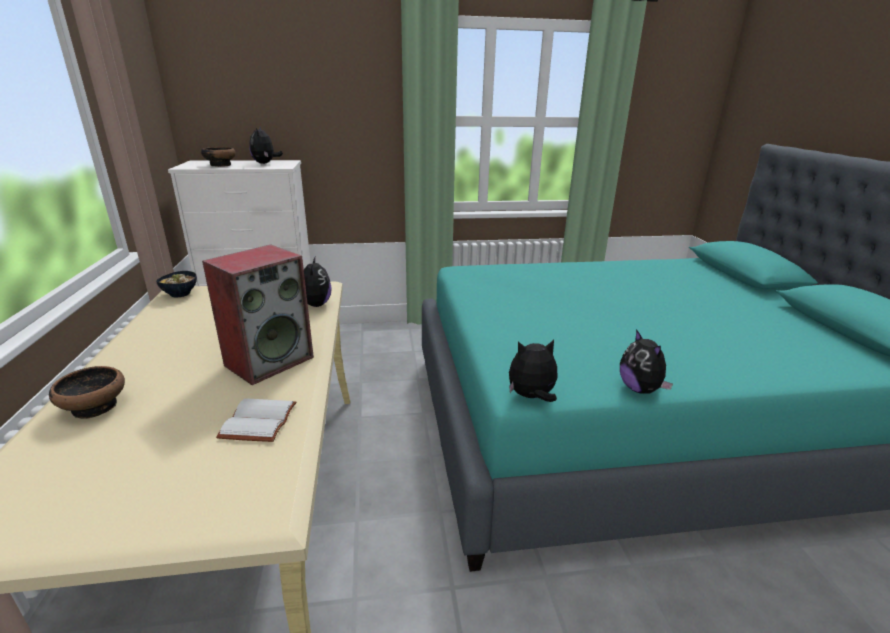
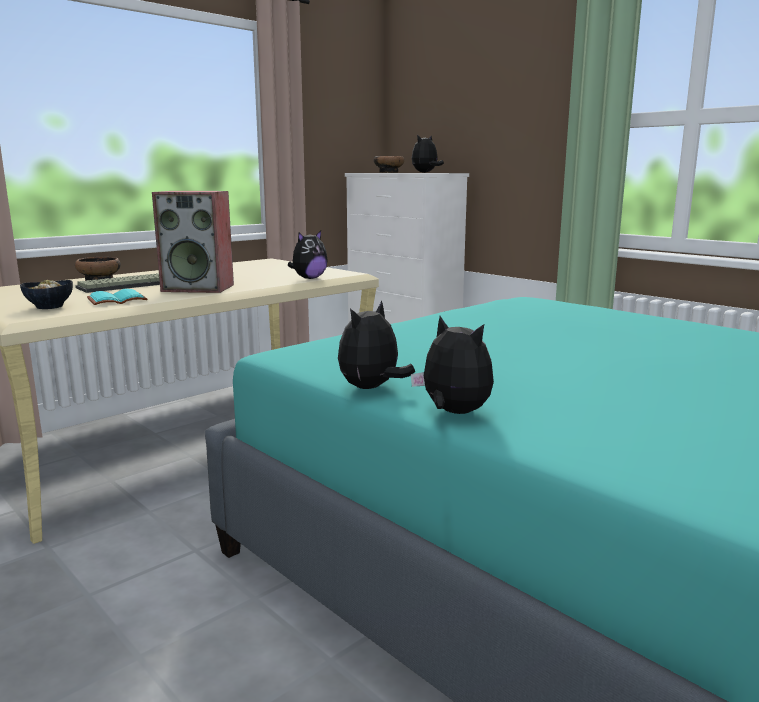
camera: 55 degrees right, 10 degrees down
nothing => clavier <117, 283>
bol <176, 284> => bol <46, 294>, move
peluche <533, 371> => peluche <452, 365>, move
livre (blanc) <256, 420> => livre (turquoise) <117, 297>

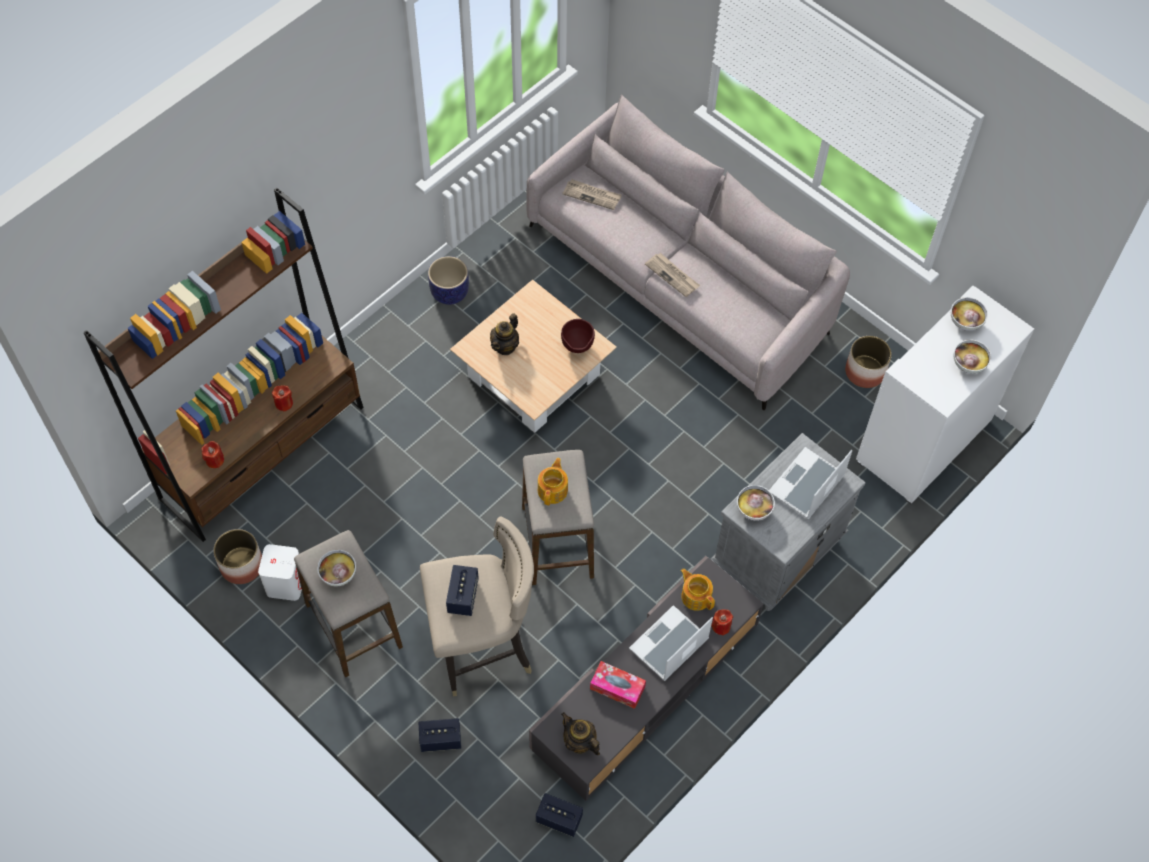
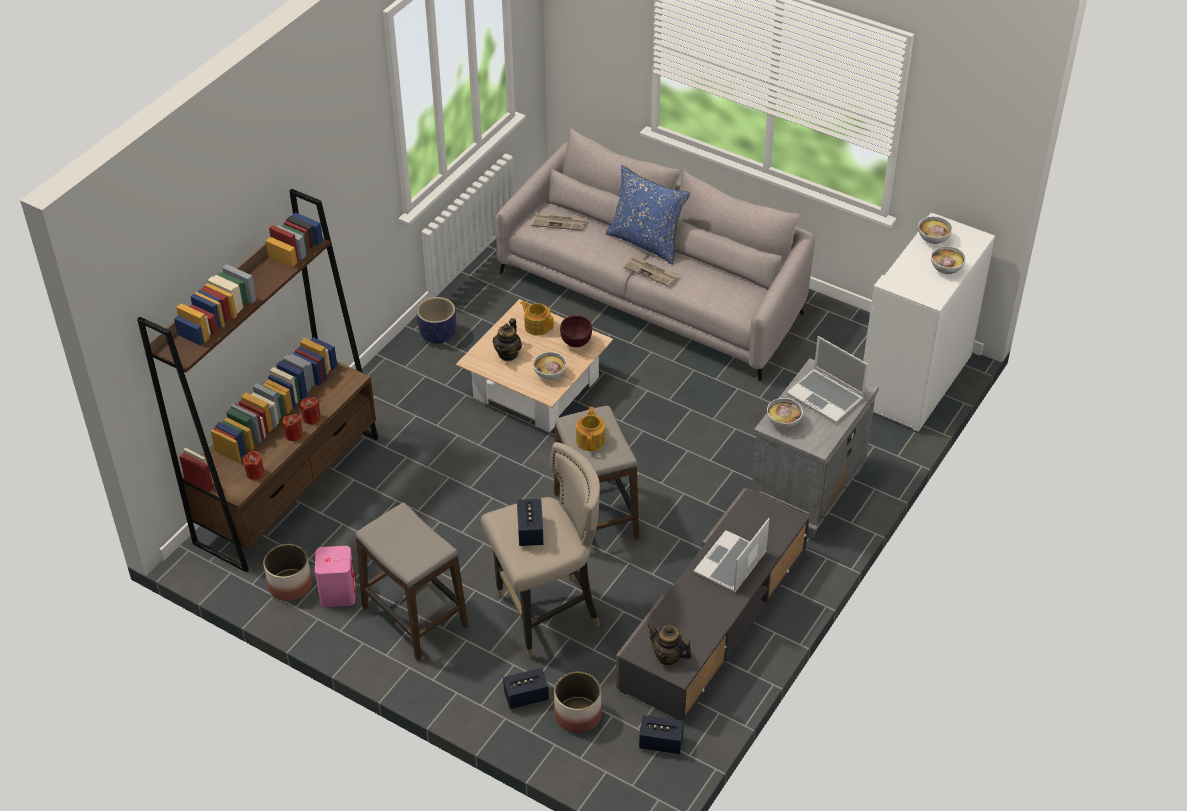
camera: 10 degrees left, 15 degrees down
boîte à mouchoirs <618, 685> => nothing
nothing => coussin (bleu) <648, 215>
bol <336, 568> => bol <549, 366>, move
théière <698, 590> => théière <537, 318>, move
bougie (rouge) <722, 622> => bougie (rouge) <292, 427>, move
cache-pot <868, 362> => cache-pot <578, 702>, move
enceinte (blanc) <280, 572> => enceinte (rose) <335, 576>
ordinateur portable <810, 483> => ordinateur portable <827, 379>, 75 degrees counterclockwise

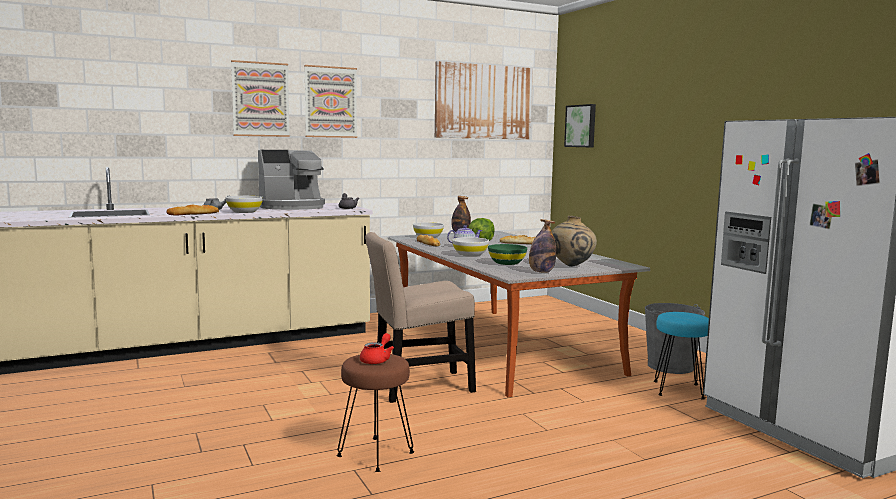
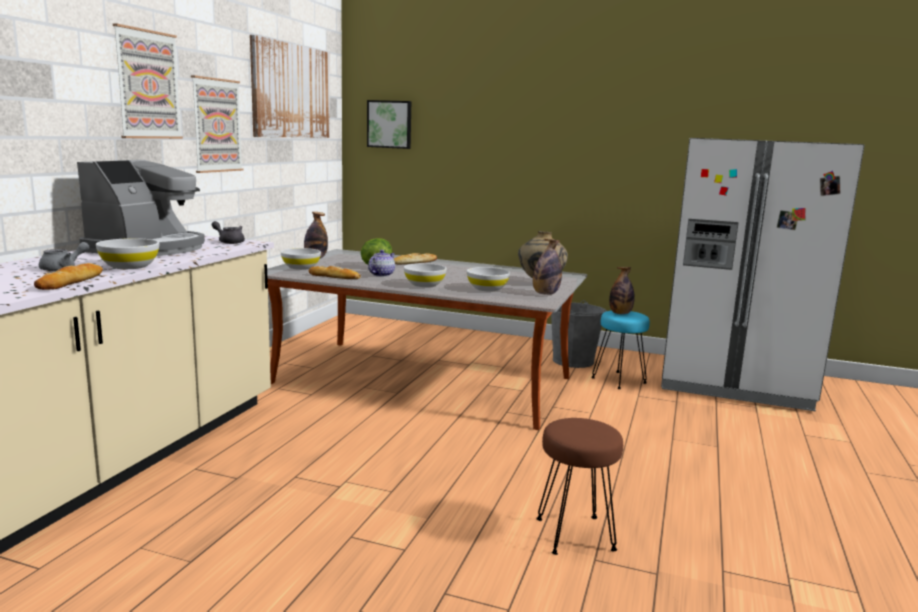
camera: 45 degrees left, 5 degrees up
théière (rouge) <377, 348> => nothing
chaise (beige) <420, 317> => nothing
nothing => bouteille <622, 290>
tableau <260, 98> => tableau <217, 124>, move
bol (vert) <507, 254> => bol (blanc) <488, 279>

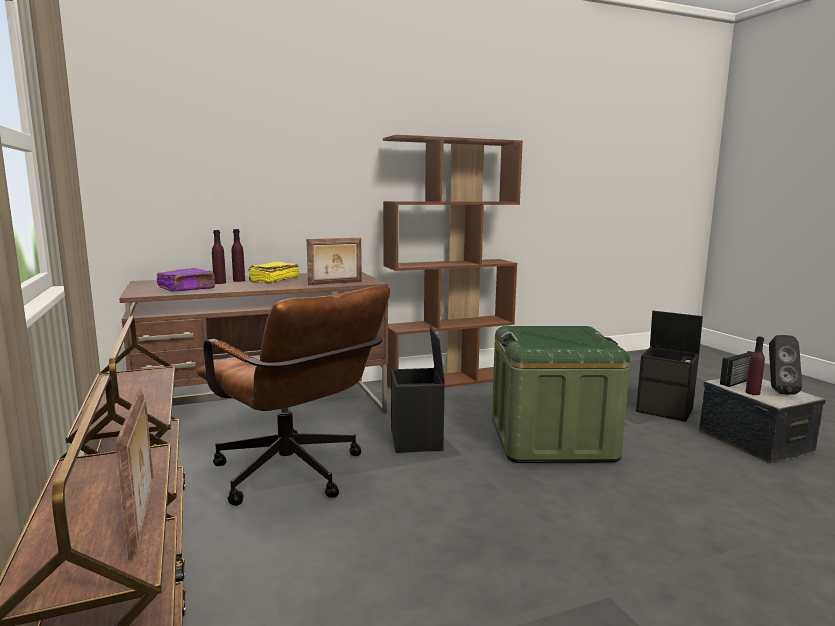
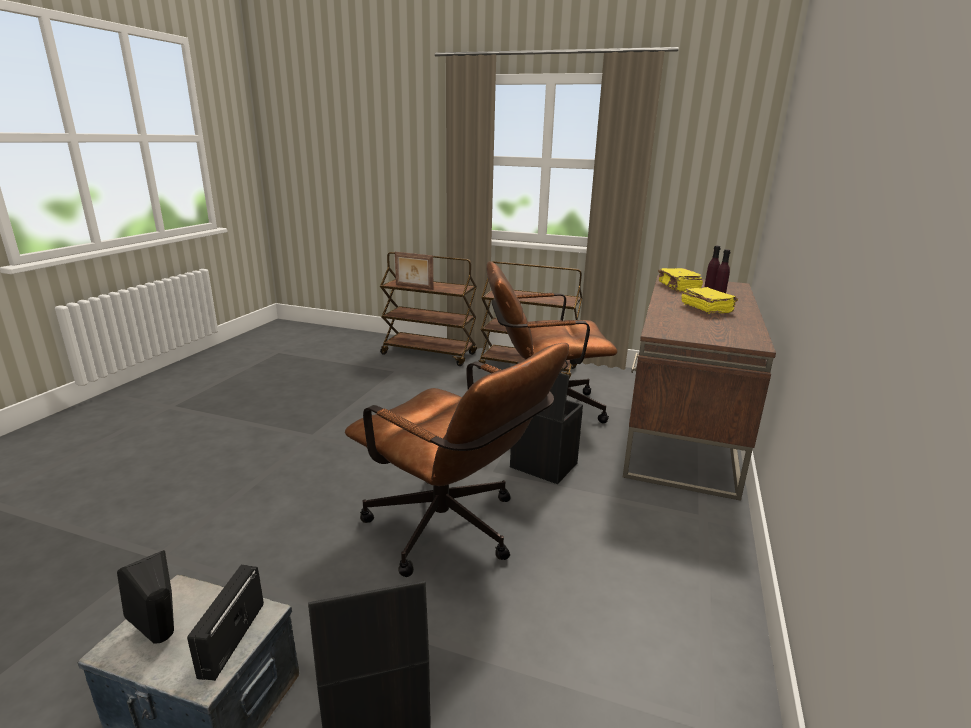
camera: 130 degrees right, 10 degrees up
cadre photo <334, 261> => nothing
bibliothèque (marron) <453, 262> => nothing
bouteille (violet) <755, 365> => nothing
boîte de rangement (vert) <561, 394> => chaise de bureau (marron) <457, 460>
livre (violet) <186, 280> => livre (jaune) <680, 280>

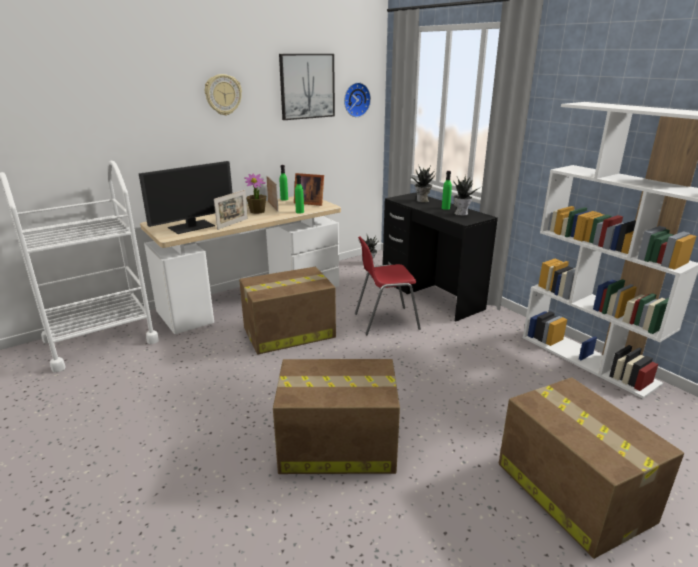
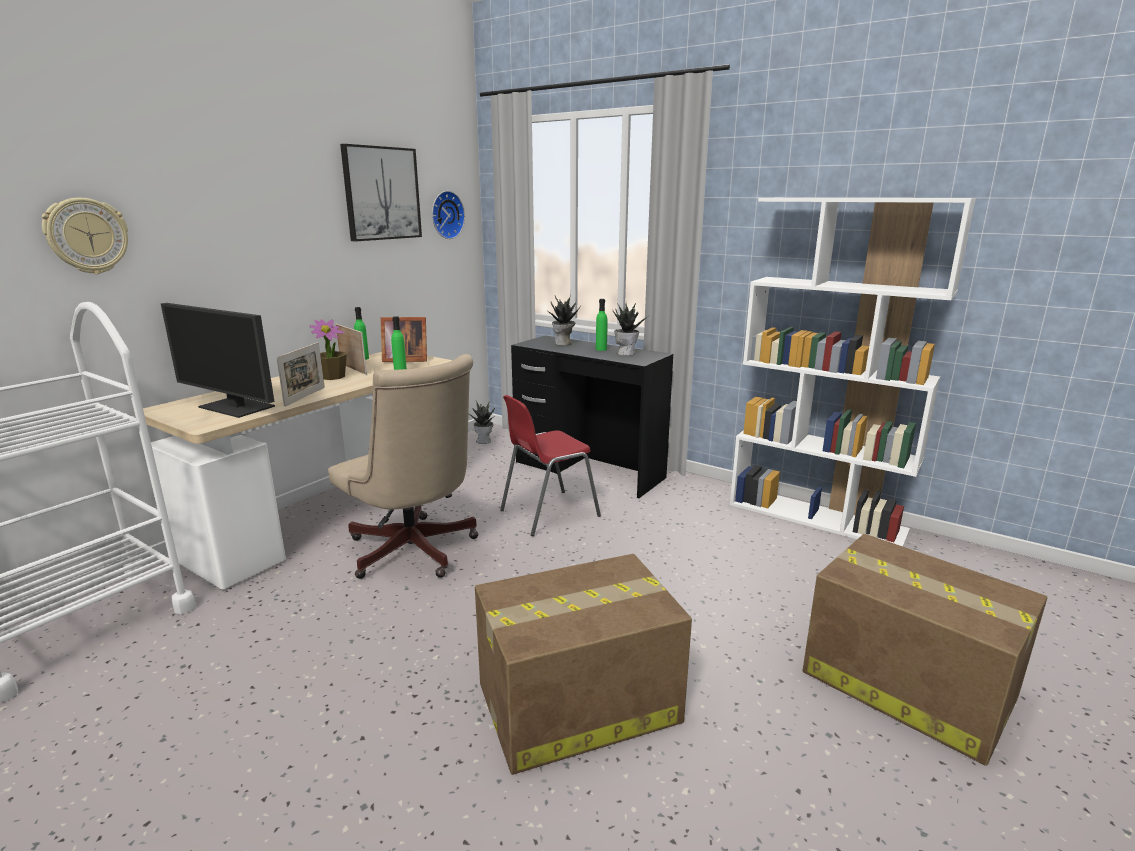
camera: 20 degrees left, 5 degrees down
horloge murale <223, 95> => horloge murale <85, 236>, move
carton <287, 311> => chaise de bureau (beige) <403, 466>
écran d'ordinateur <185, 197> => écran d'ordinateur <218, 360>, 90 degrees clockwise

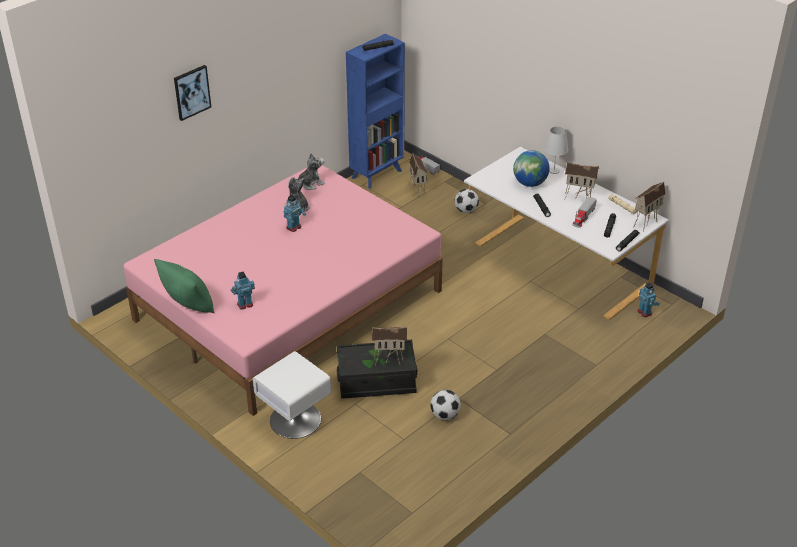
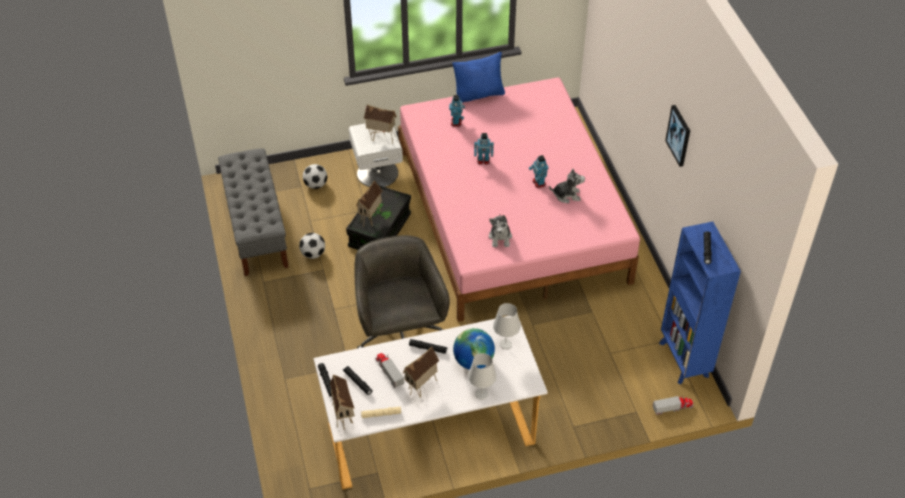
camera: 120 degrees right, 10 degrees up
nothing => banc (gris) <253, 212>
nothing => chaise de bureau (gris) <402, 291>
nothing => lampe de table (blanc) <507, 326>
tableau <192, 93> => tableau <677, 136>, move
peluche <309, 171> => peluche <500, 231>, move
maison miniature <418, 175> => maison miniature <380, 124>, move
ballon de foot <467, 201> => ballon de foot <315, 176>, move
robot jouet <648, 300> => robot jouet <484, 149>, move
coussin (vert) <184, 286> => coussin (bleu) <478, 77>

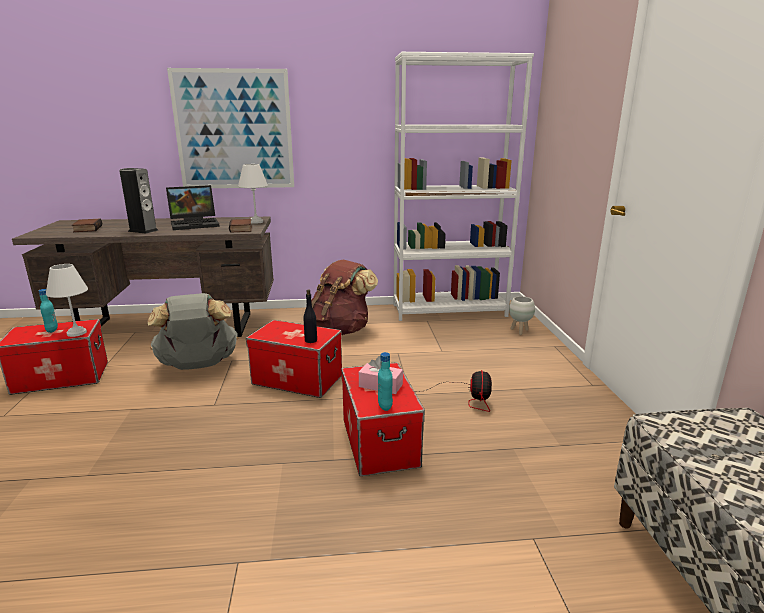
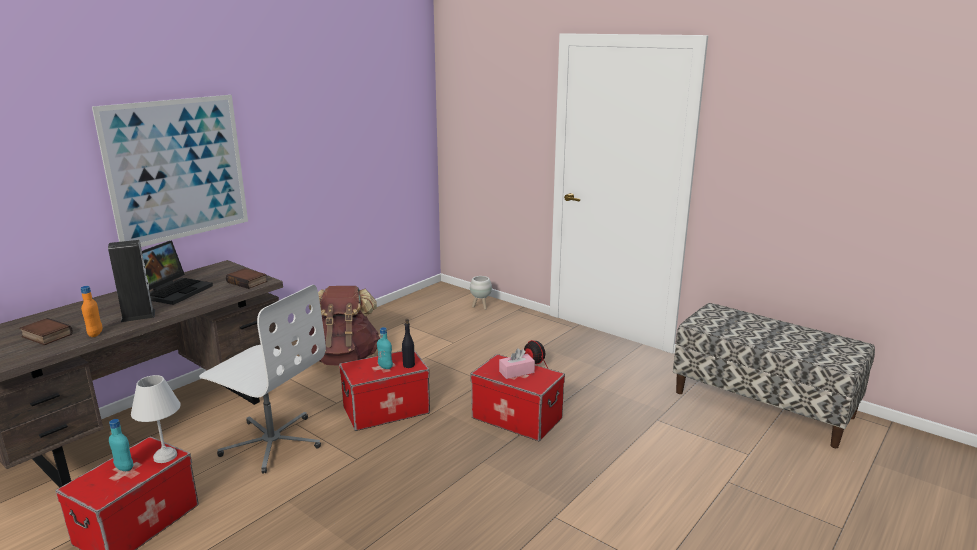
camera: 45 degrees left, 0 degrees up
lampe de table (blanc) <253, 194> => nothing
bibliothèque (blanc) <464, 186> => nothing
nothing => bouteille (orange) <91, 311>
bouteille (turquoise) <385, 381> => bouteille (turquoise) <385, 348>, move
sac à dos (gris) <192, 331> => chaise de bureau (blanc) <262, 379>

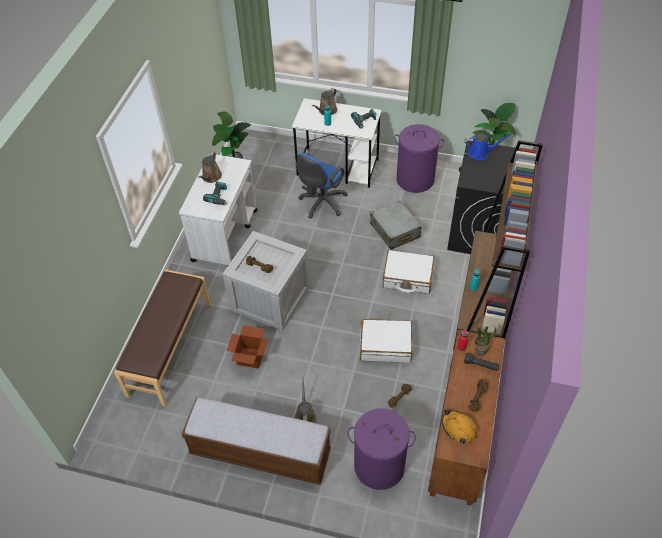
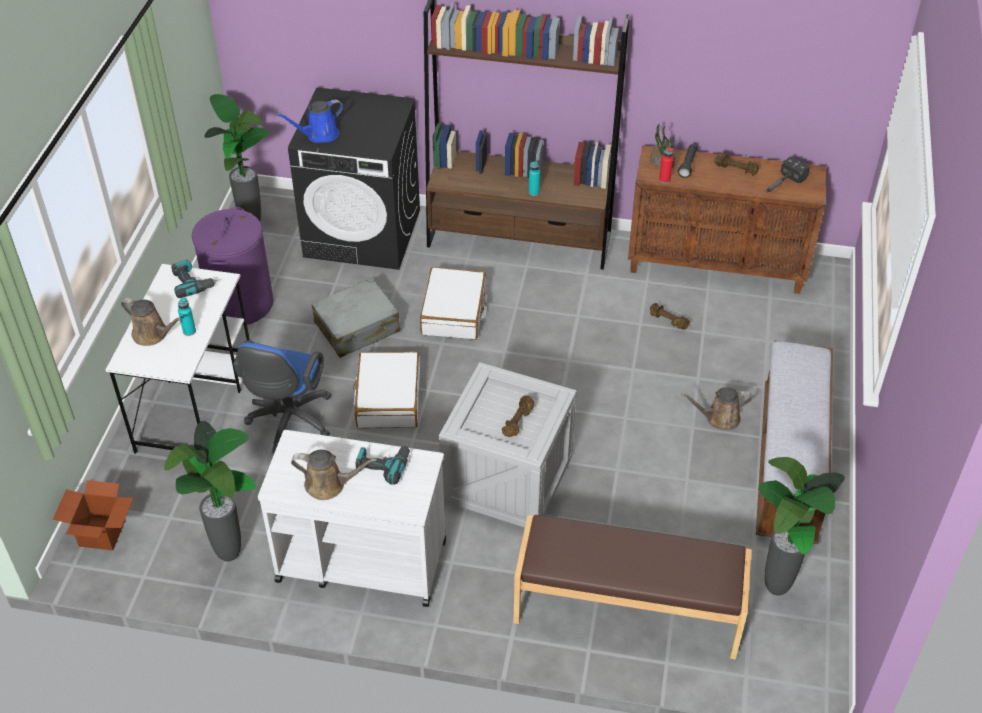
camera: 95 degrees left, 5 degrees down
panier à linge (violet) <381, 449> => nothing
nothing => plante en pot <801, 526>
carton <247, 347> => carton <93, 515>, move
valise (blanc) <386, 340> => valise (blanc) <386, 390>, move
casque de chantier (orange) <460, 426> => marteau <787, 174>
chaise de bureau (bleu) <322, 185> => chaise de bureau (bleu) <282, 396>, 75 degrees clockwise
arrosoir (bleu) <488, 146> => arrosoir (bleu) <310, 121>, 120 degrees counterclockwise

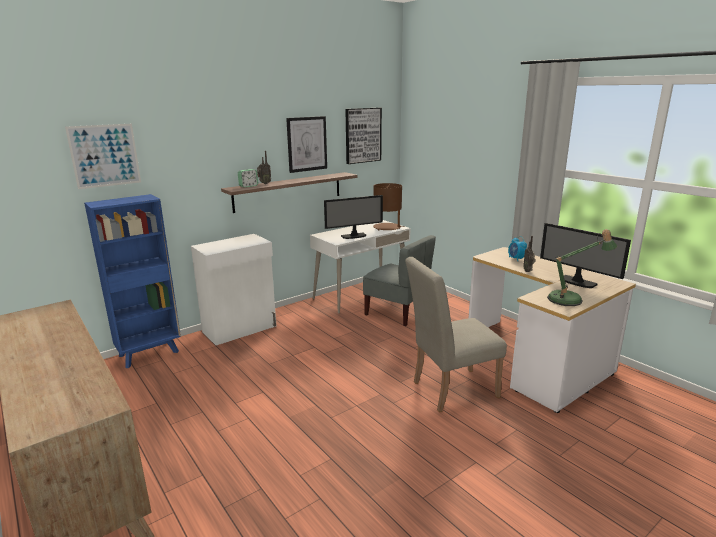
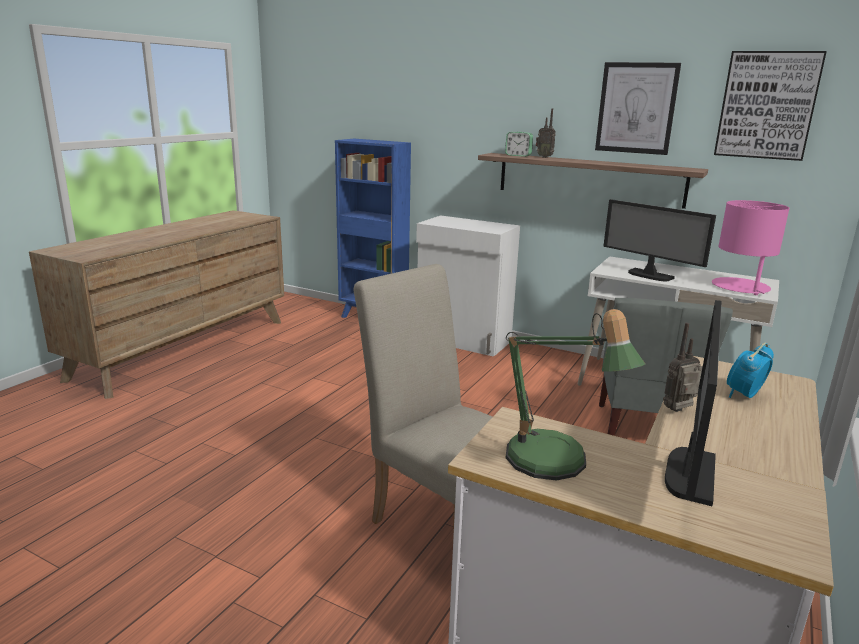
camera: 65 degrees right, 0 degrees up
tableau <103, 156> => nothing
lampe de table (marron) <389, 206> => lampe de table (rose) <750, 247>

